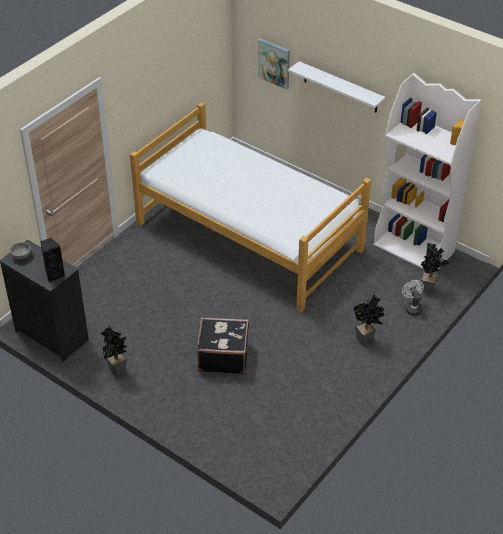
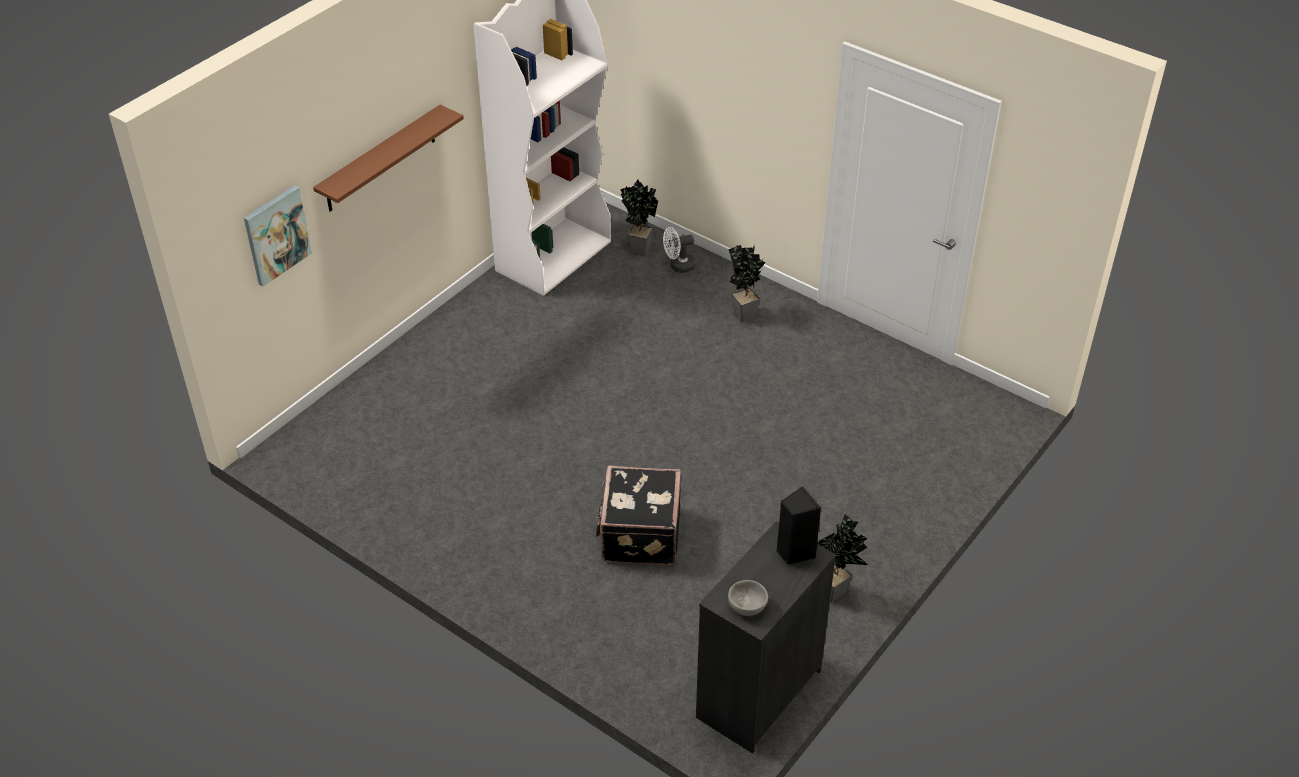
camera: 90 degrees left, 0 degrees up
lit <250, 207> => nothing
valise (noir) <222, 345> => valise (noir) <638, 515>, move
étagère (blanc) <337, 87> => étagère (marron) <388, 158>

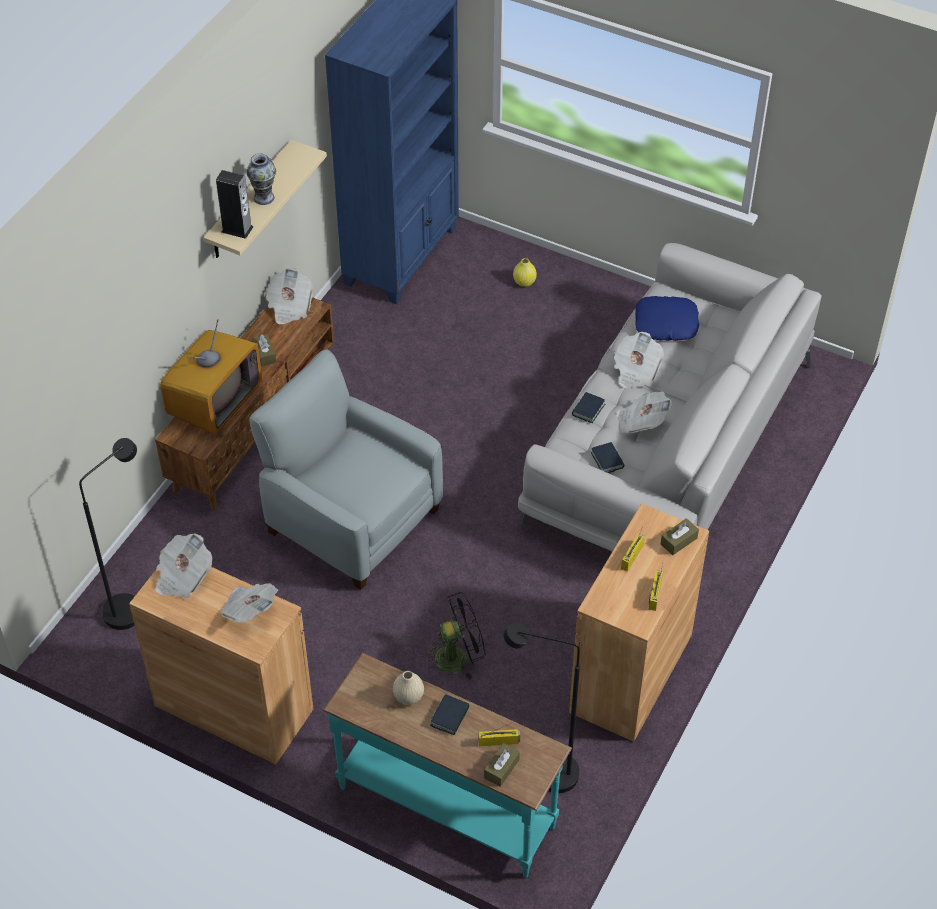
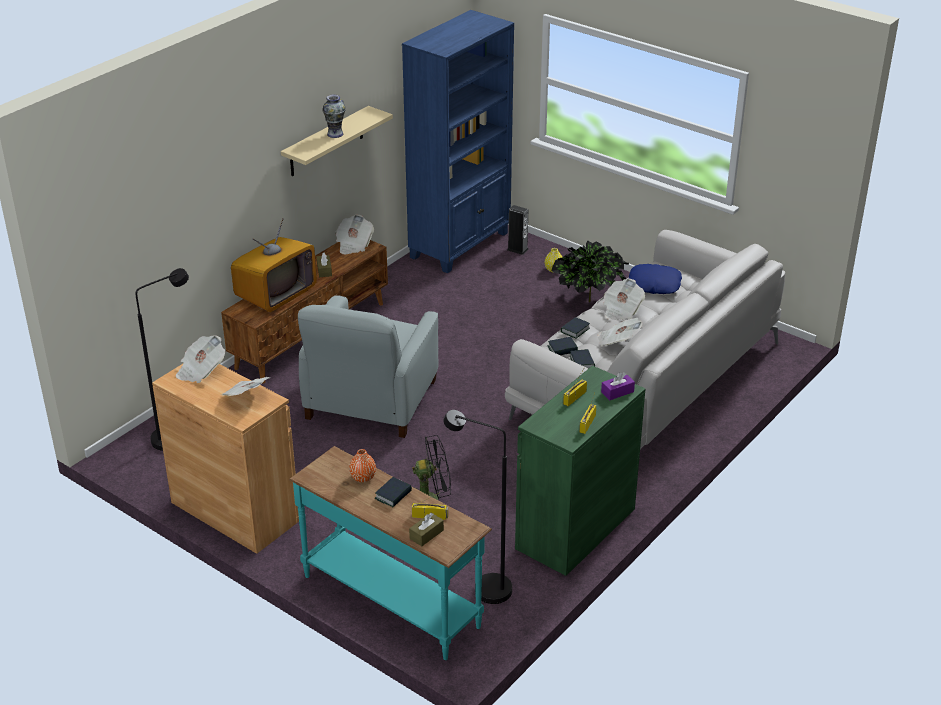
camera: 10 degrees right, 15 degrees down
nothing => livre <563, 346>
nothing => plante en pot <590, 271>
enceinte <234, 204> => enceinte <518, 230>, move
vase (beige) <408, 688> => vase (orange) <362, 465>
meuble de rangement (marron) <639, 622> => meuble de rangement (vert) <580, 471>
boîte à mouchoirs (marron) <680, 536> => boîte à mouchoirs (violet) <618, 386>
fauteuil (gris) <346, 469> => fauteuil (gris) <368, 366>, 120 degrees counterclockwise

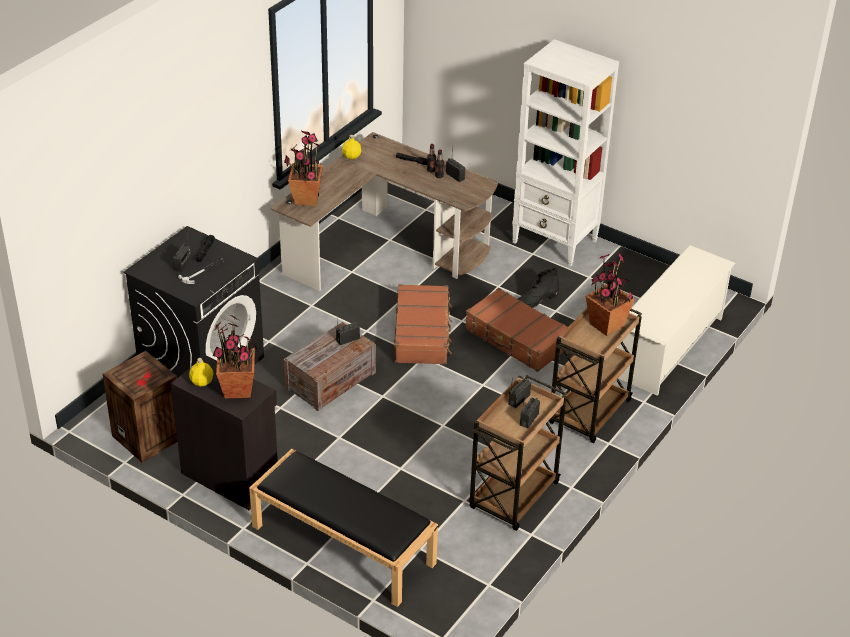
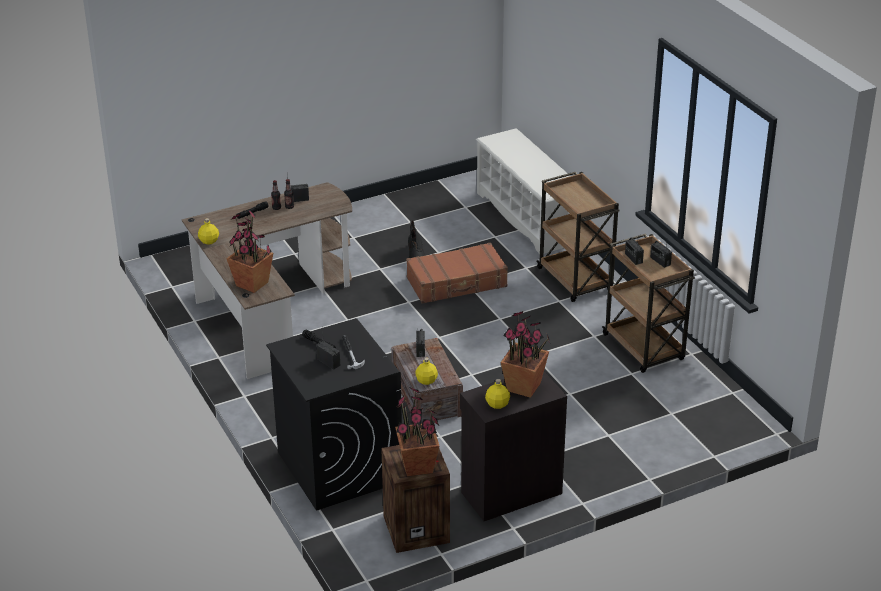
camera: 60 degrees left, 5 degrees down
banc (noir) <343, 528> => nothing
valise (marron) <423, 324> => nothing
bibliothèque (blanc) <565, 152> => nothing
nothing => bouteille (jaune) <426, 371>
plante en pot <610, 294> => plante en pot <417, 431>, move

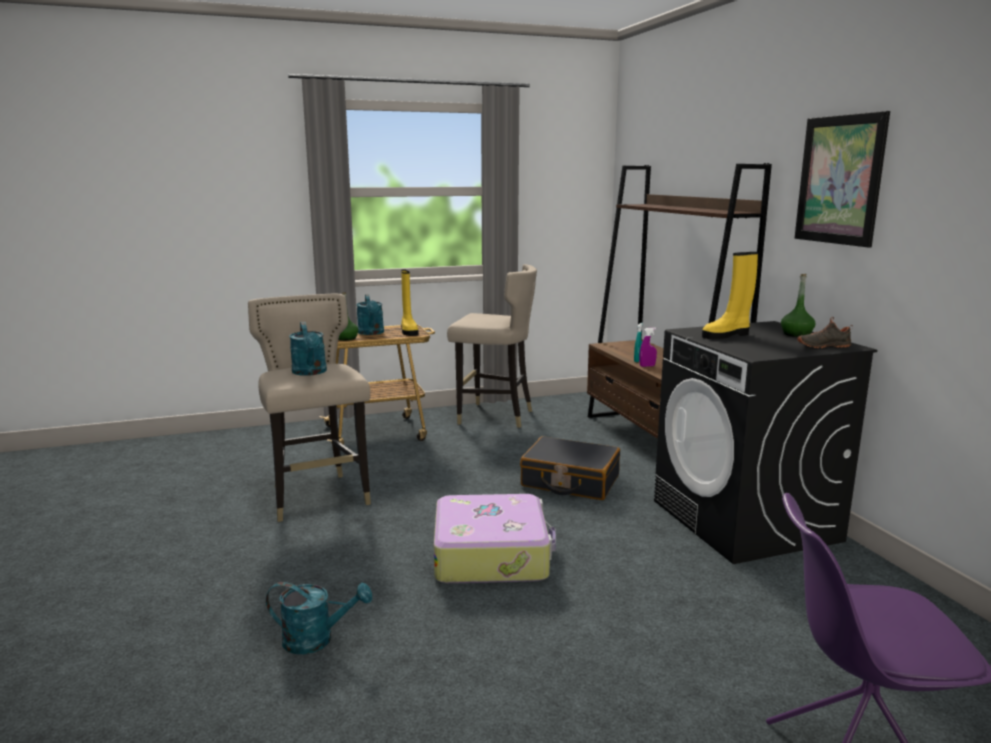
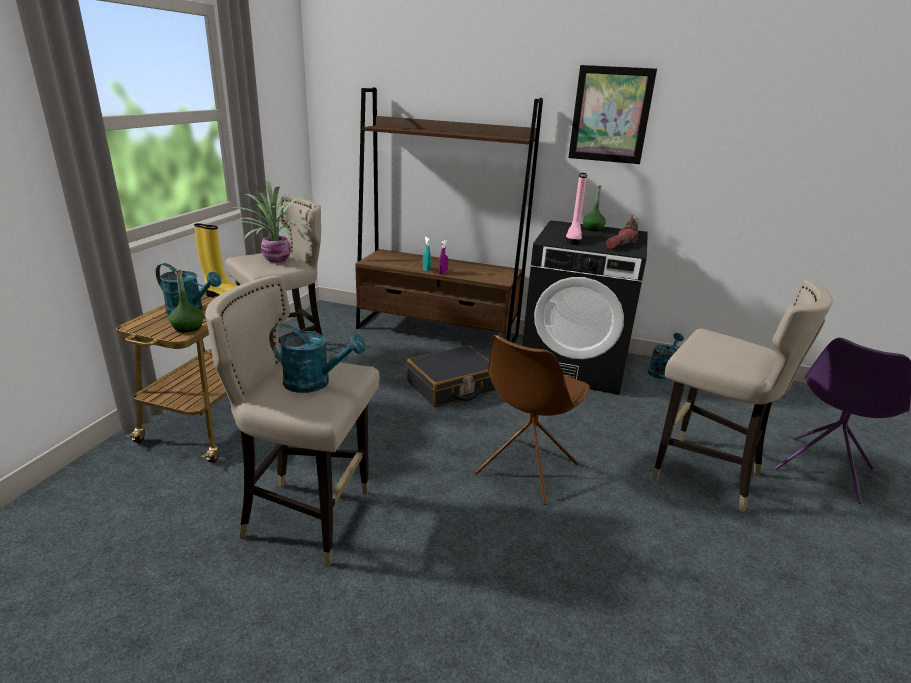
camera: 55 degrees left, 10 degrees up
nothing => plante en pot <272, 221>
nothing => lampe de poche <622, 239>
nothing => tabouret (beige) <742, 396>
arrosoir (turquoise) <319, 618> => arrosoir (turquoise) <666, 356>, move
valise <495, 539> => chaise (marron) <532, 420>
botte (jaune) <730, 295> => botte (rose) <576, 209>

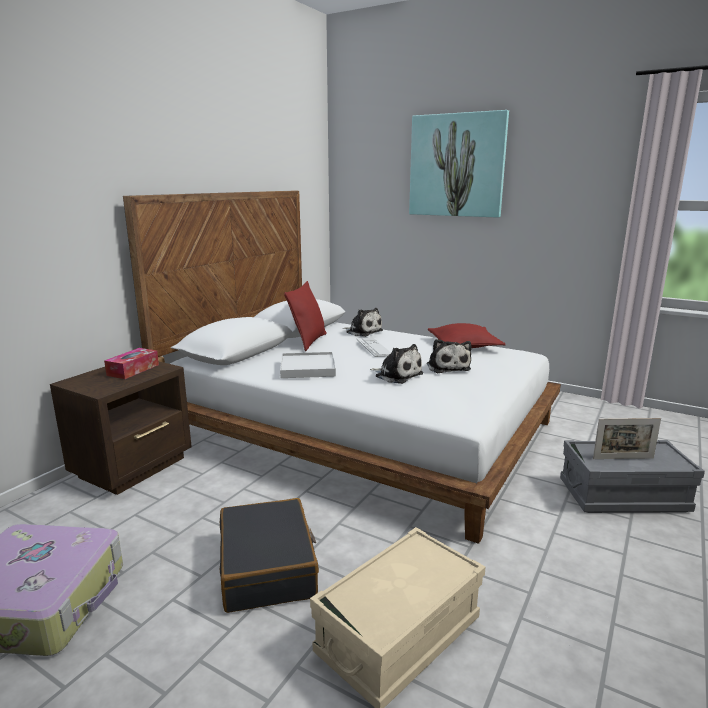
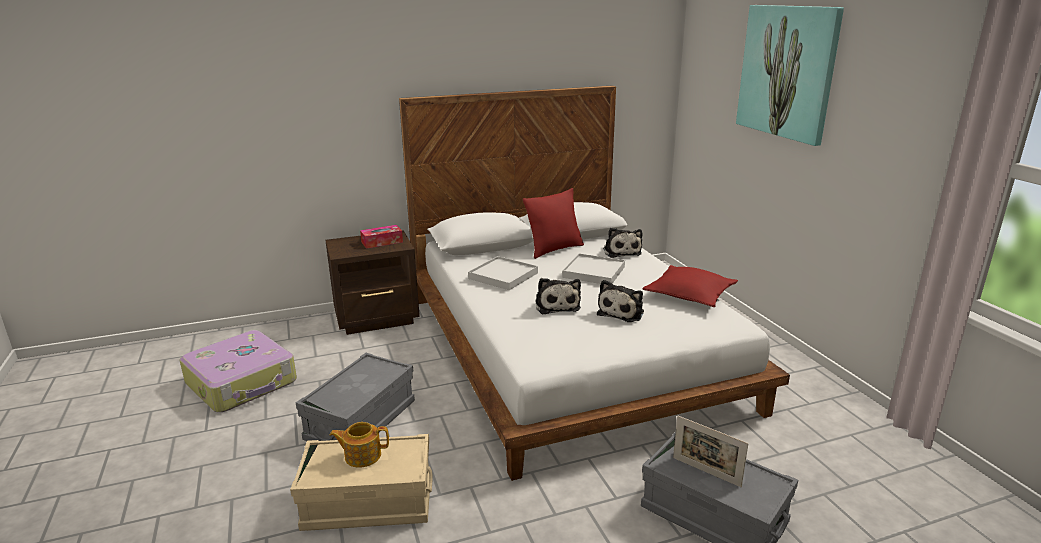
camera: 40 degrees right, 5 degrees up
nothing => théière <359, 445>
valise (noir) <269, 555> => boîte de rangement (gris) <355, 397>
clavier <373, 347> => plateau (blanc) <593, 268>

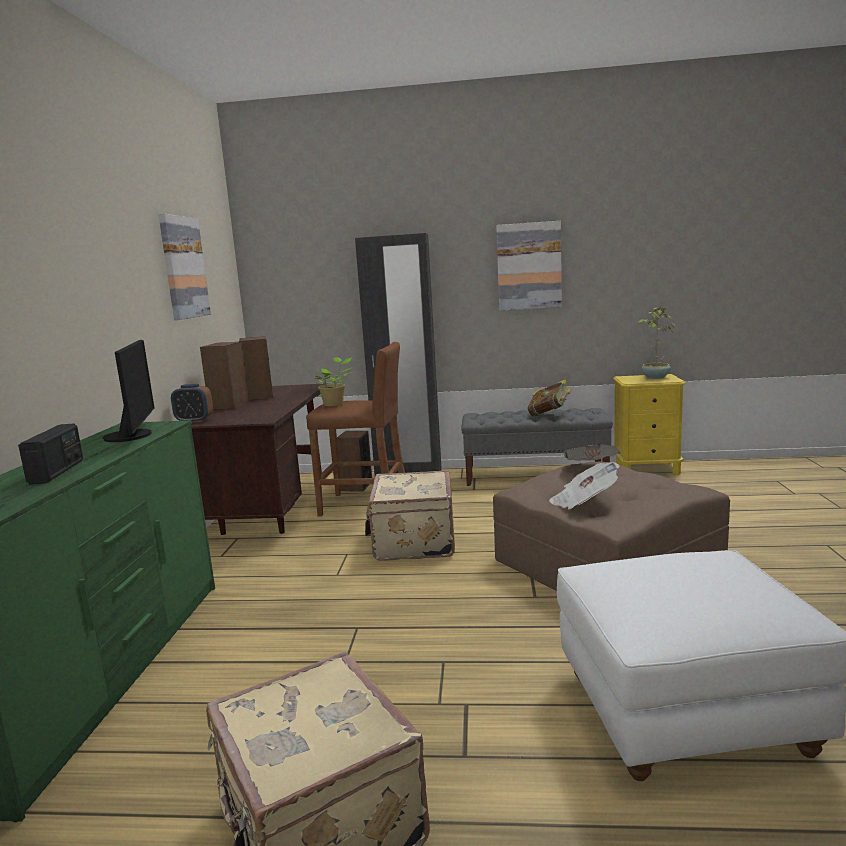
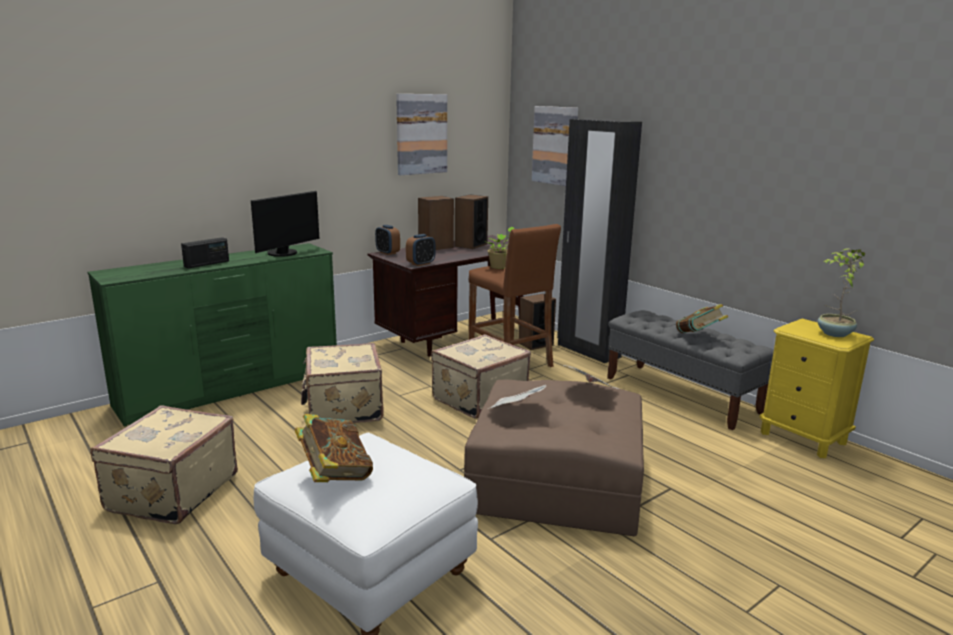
camera: 45 degrees right, 5 degrees up
nothing => livre <334, 448>
nothing => valise (beige) <342, 383>
nothing => réveil <420, 250>
tableau <529, 266> => tableau <555, 146>, move

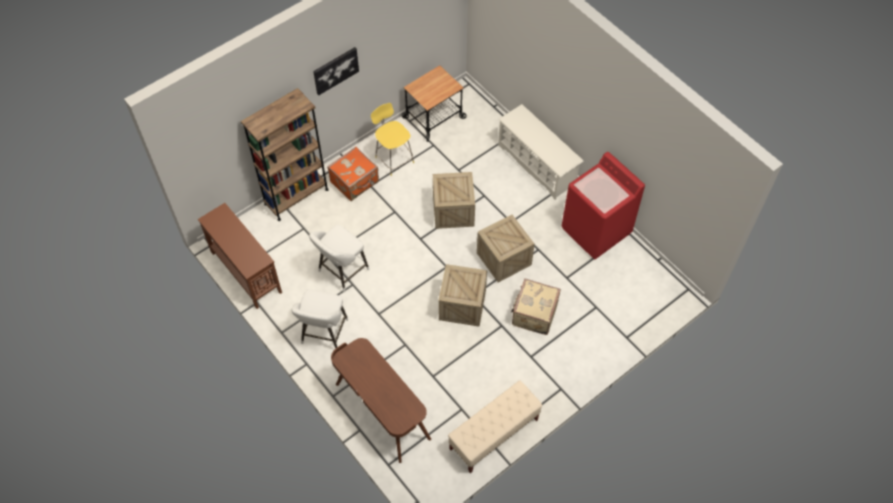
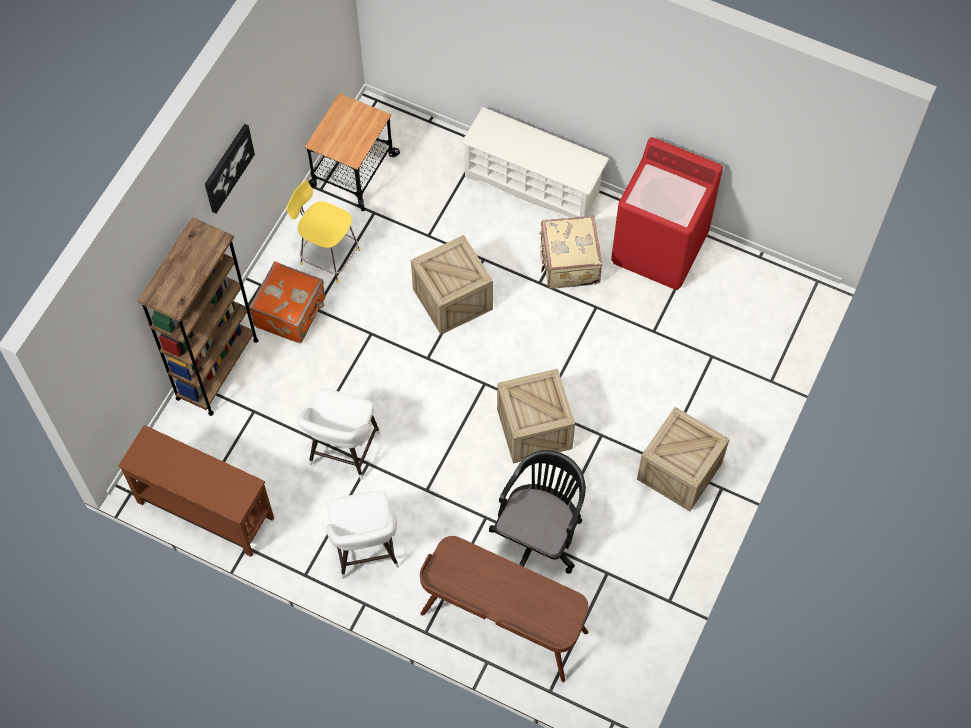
camera: 25 degrees left, 5 degrees up
banc (beige) <495, 426> => nothing
nothing => chaise de bureau (noir) <537, 512>
caisse <506, 249> => caisse <683, 459>, move
valise (beige) <536, 307> => valise (beige) <571, 252>, move

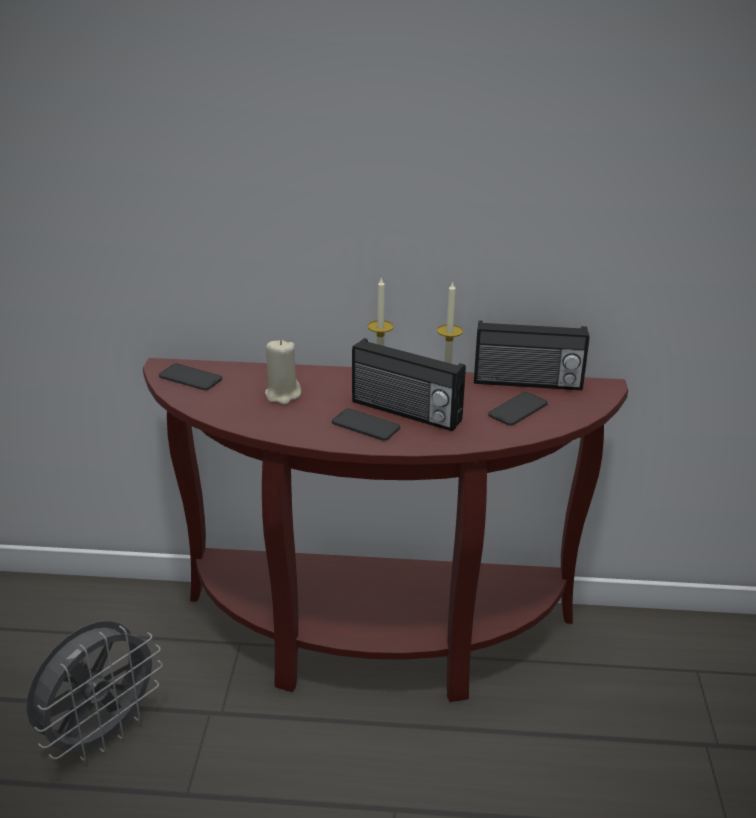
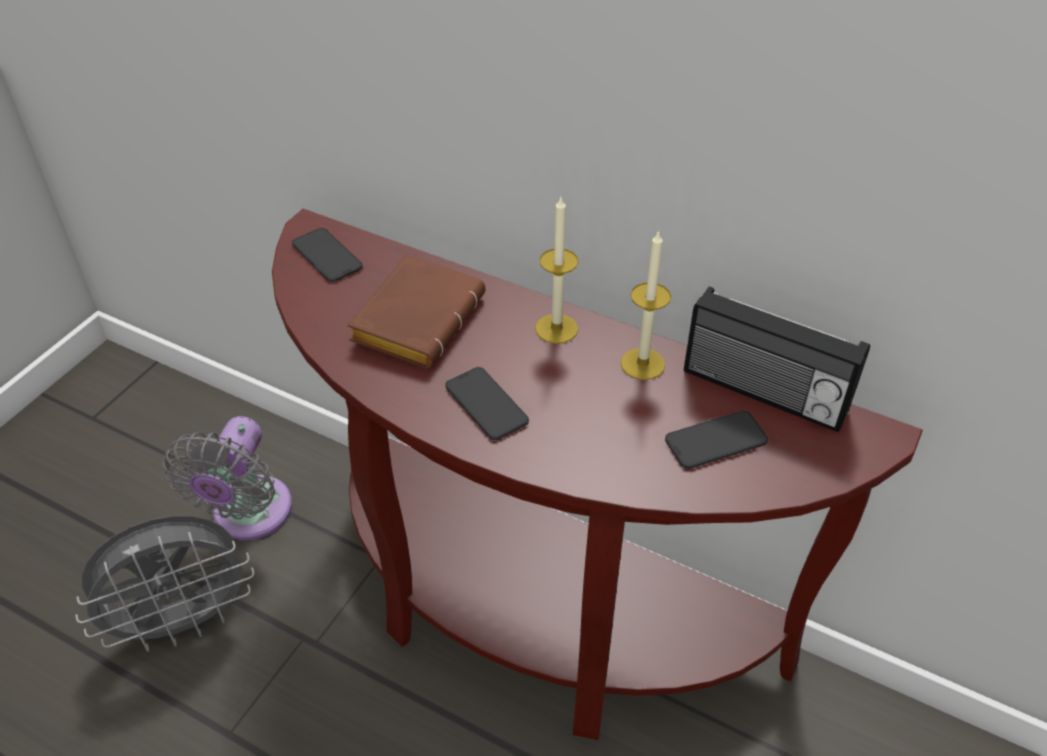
camera: 25 degrees right, 15 degrees up
radio <409, 384> => nothing
nothing => ventilateur (gris) <227, 478>
bougie (beige) <283, 372> => livre (marron) <416, 311>

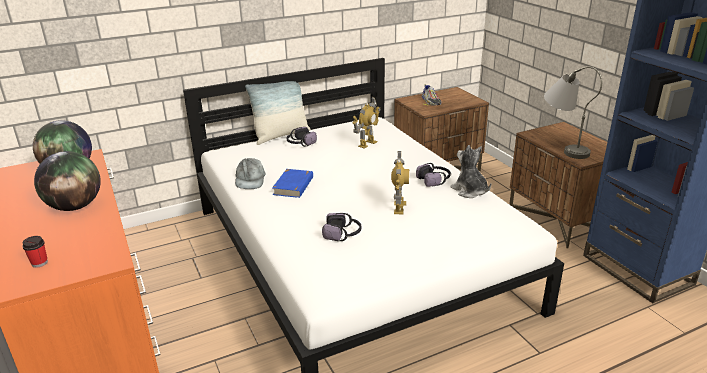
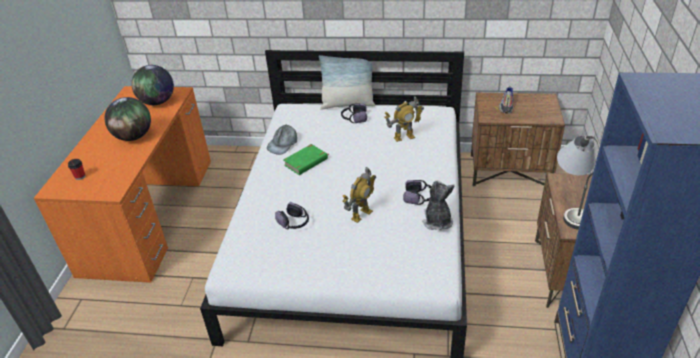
camera: 35 degrees right, 10 degrees up
livre (bleu) <292, 183> => livre (vert) <306, 159>

